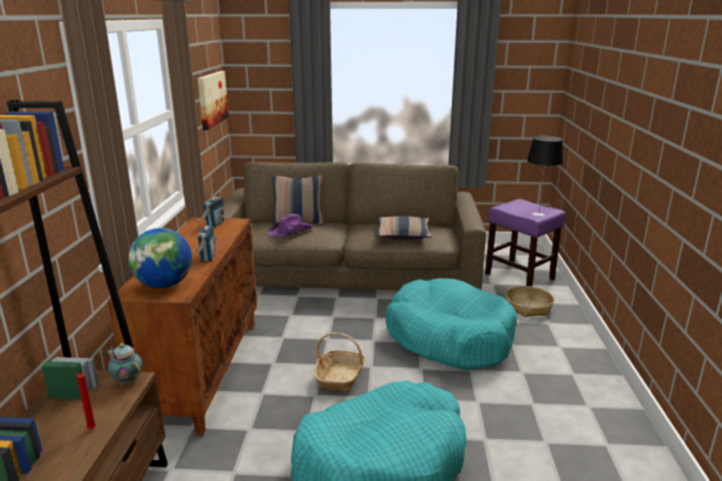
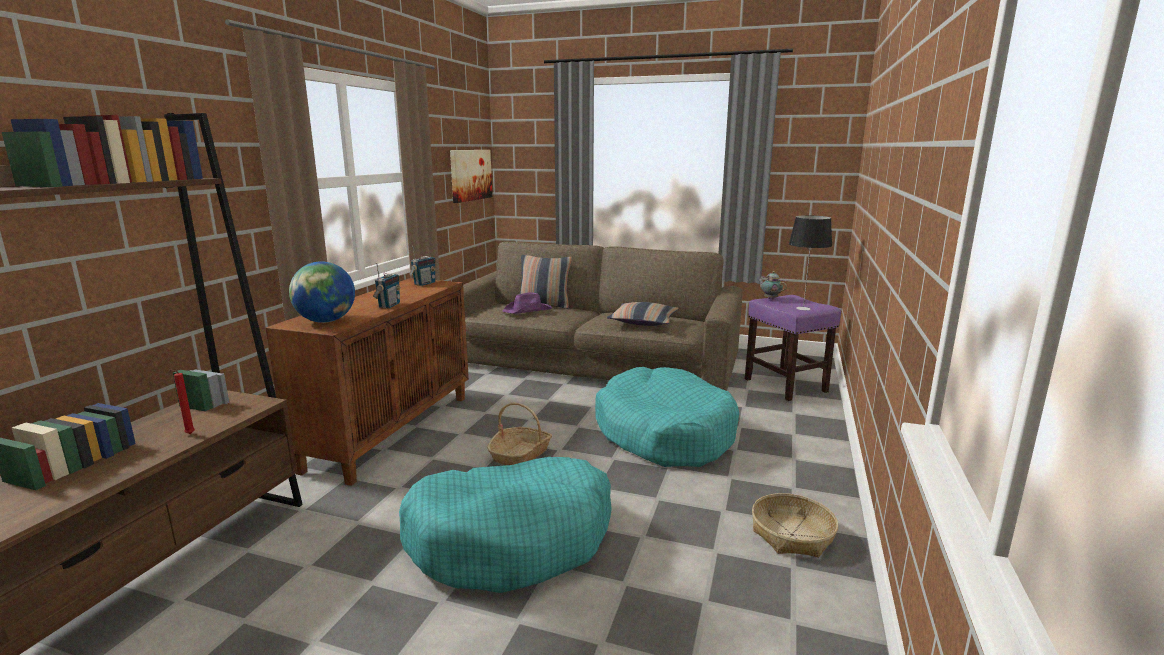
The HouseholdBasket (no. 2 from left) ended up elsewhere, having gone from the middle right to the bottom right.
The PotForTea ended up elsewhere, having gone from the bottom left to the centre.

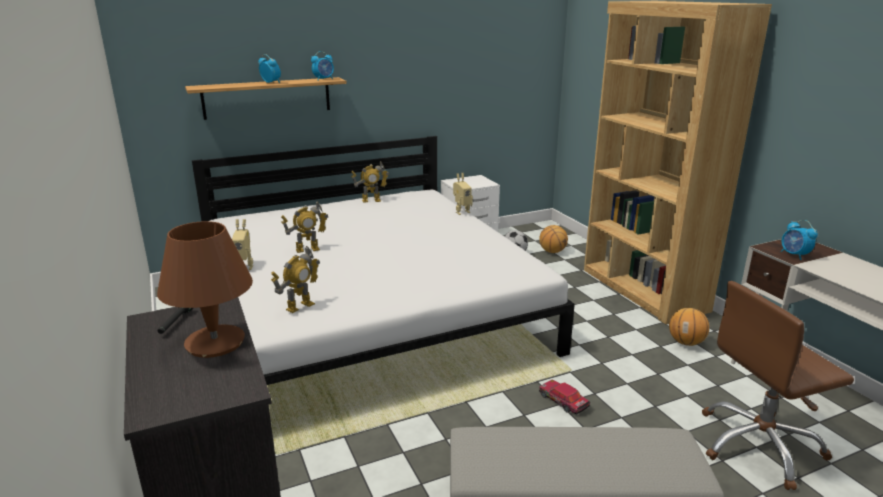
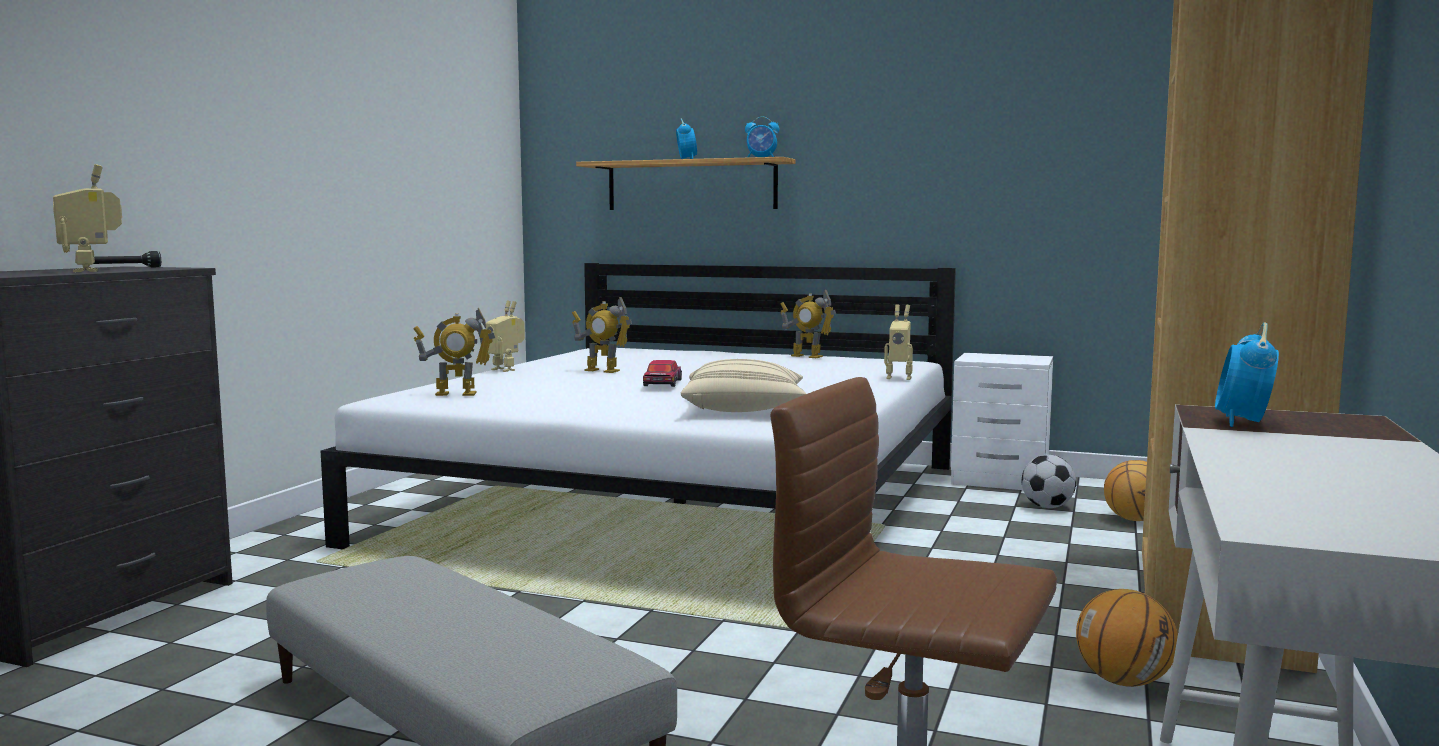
Where the BrownColouredTabletopLamp stood at the middle left, the RobotFigure (no. 1 from left) came to stand at the top left.
The ModelCar ended up elsewhere, having gone from the bottom centre to the centre.
The second view gained the BeigePillow at the centre.

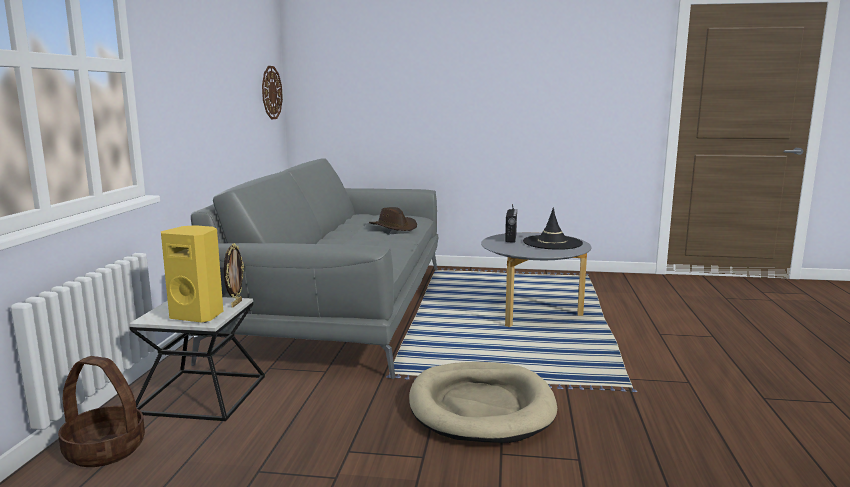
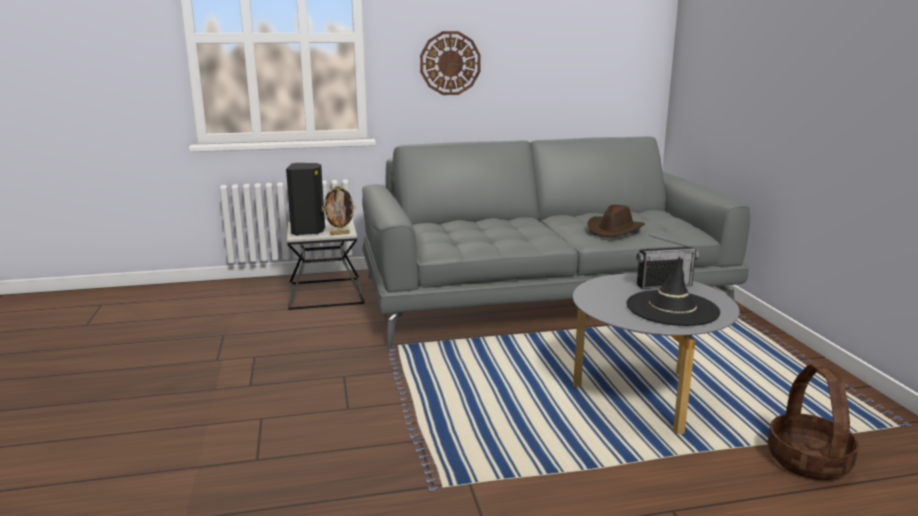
What was the YellowAudioSpeaker at the middle left turned into the BlackColouredAudioSpeaker at the middle left.
The ClockOnTheWall ended up elsewhere, having gone from the top left to the top centre.
The HouseholdBasket ended up elsewhere, having gone from the bottom left to the bottom right.
The second view lost the BeigeDogBed at the bottom centre.

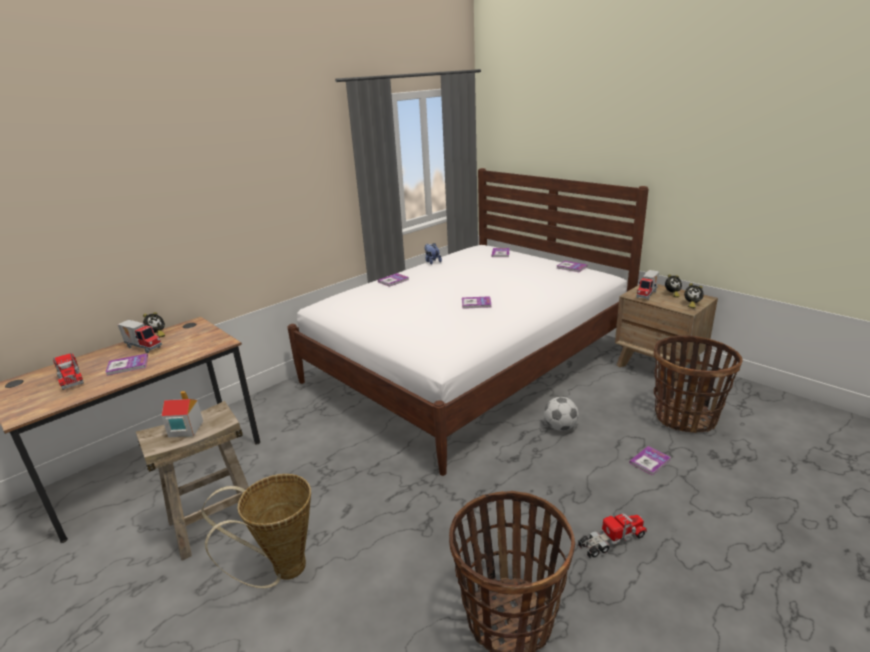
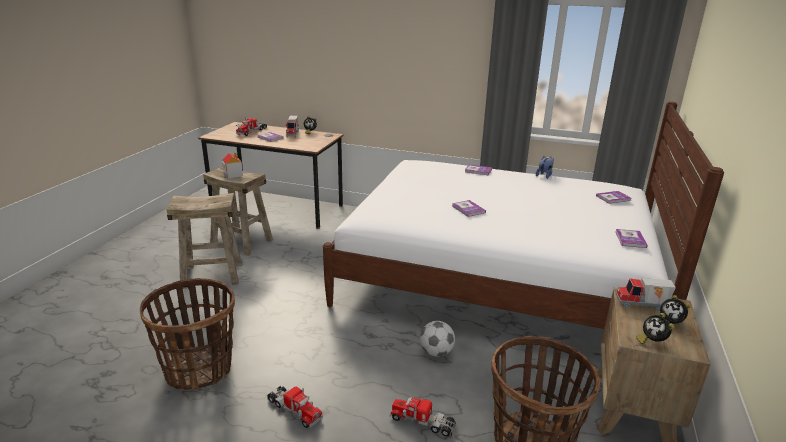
Where the HouseholdBasket (no. 1 from left) stood at the bottom left, the BeigeStool (no. 1 from left) came to stand at the middle left.
Where the BoundBook (no. 6 from left) stood at the bottom right, the ToyTruck (no. 4 from left) came to stand at the bottom centre.

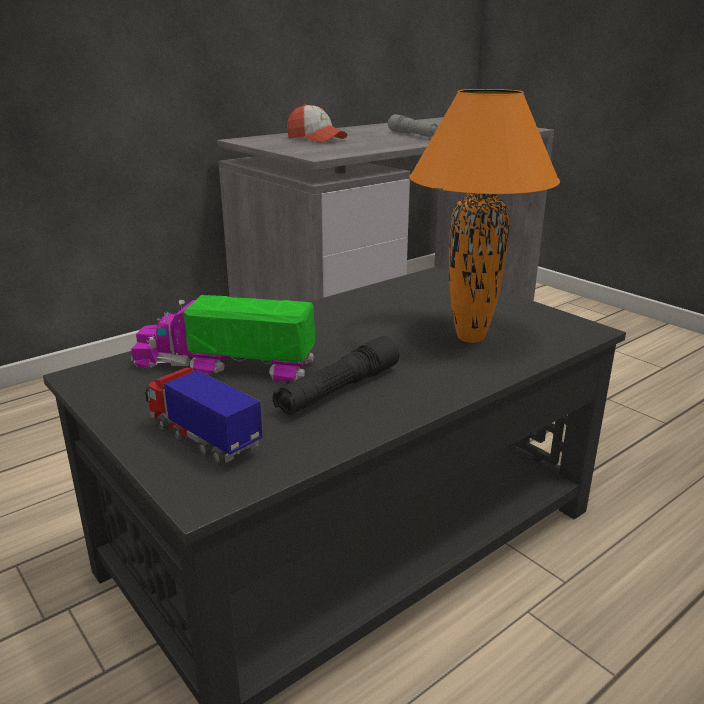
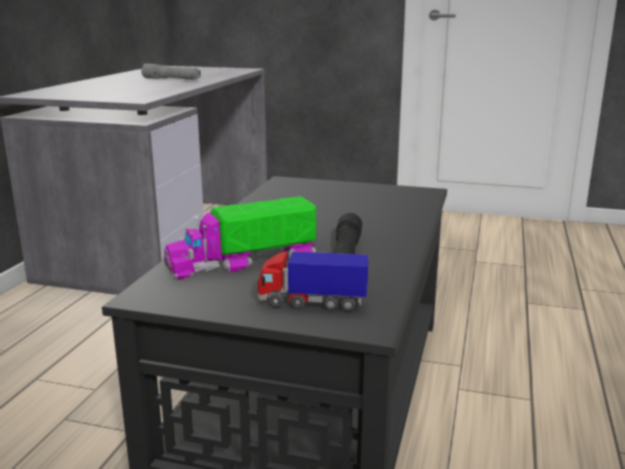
The second view lost the BaseballCap at the top centre.
The second view lost the OrangeColouredTabletopLamp at the top right.

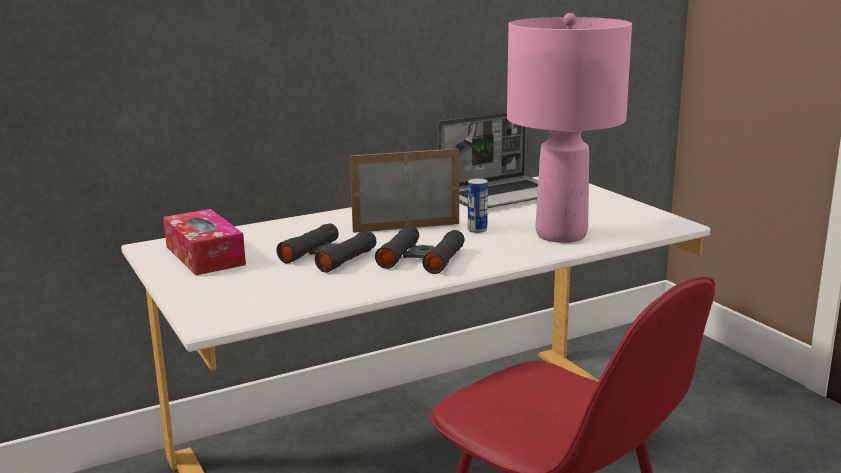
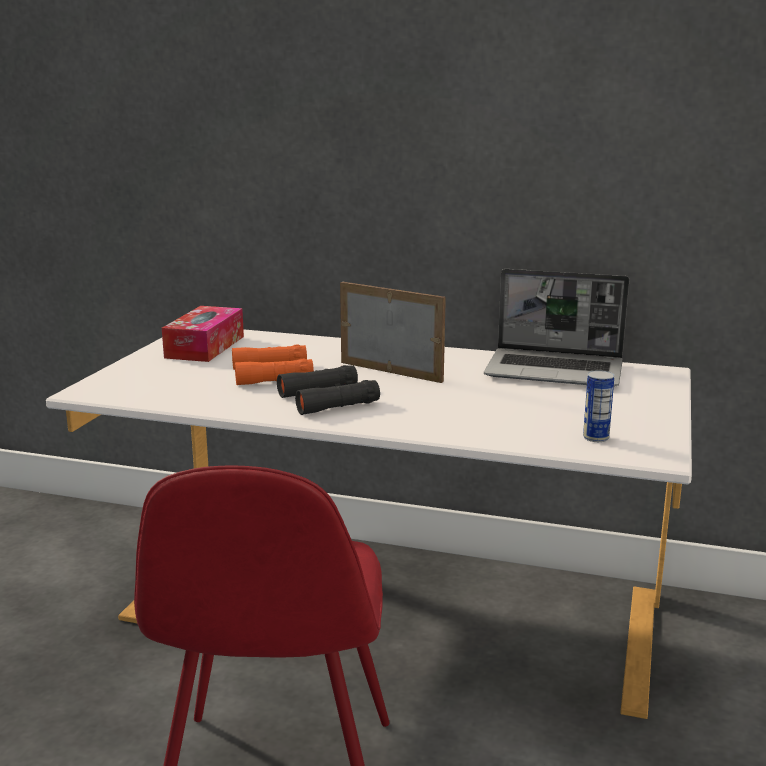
What was the BlackColouredPairOfBinoculars (no. 1 from left) at the centre turned into the OrangeColouredPairOfBinoculars at the centre.
The MetalCan ended up elsewhere, having gone from the centre to the middle right.
The second view lost the PinkishTabletopLamp at the top right.

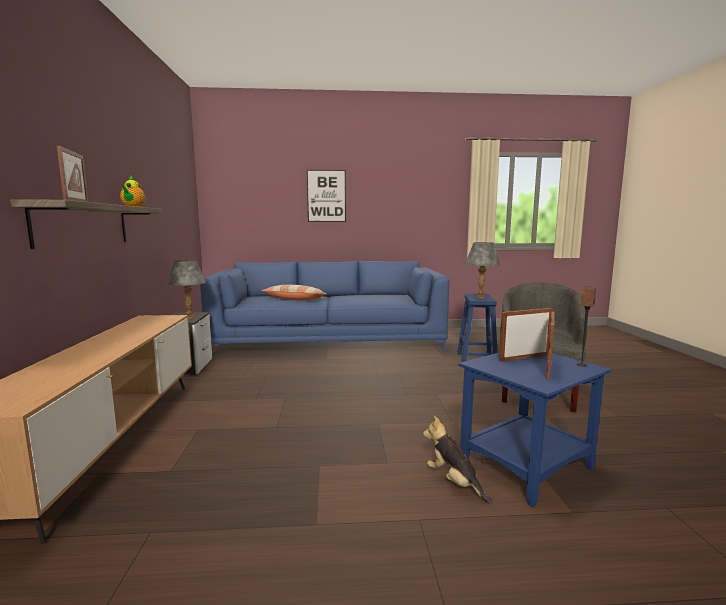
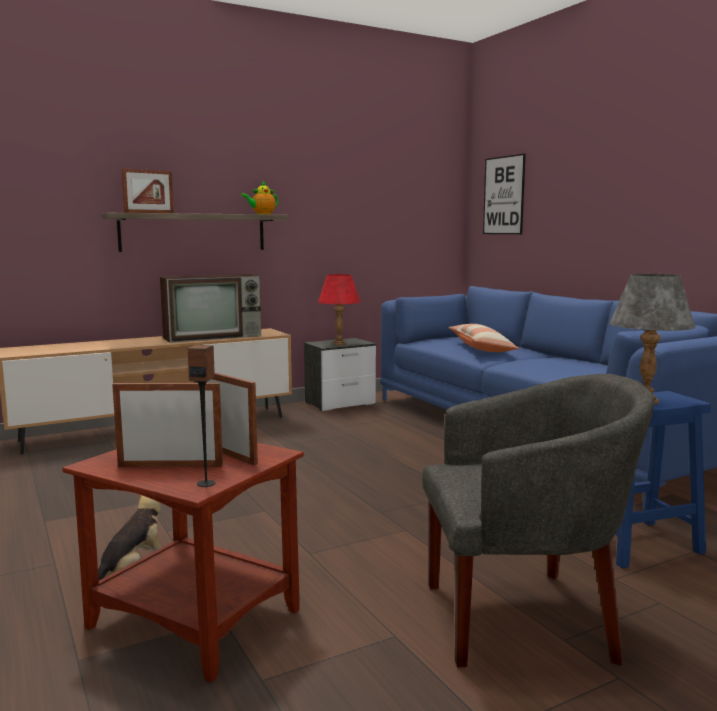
What was the BlueColouredSideTable at the bottom right turned into the BrownColouredSideTable at the bottom left.
The second view gained the Tv at the middle left.
What was the GrayTabletopLamp (no. 1 from left) at the middle left turned into the ReddishTabletopLamp at the centre.
The WallPicture ended up elsewhere, having gone from the top centre to the top right.

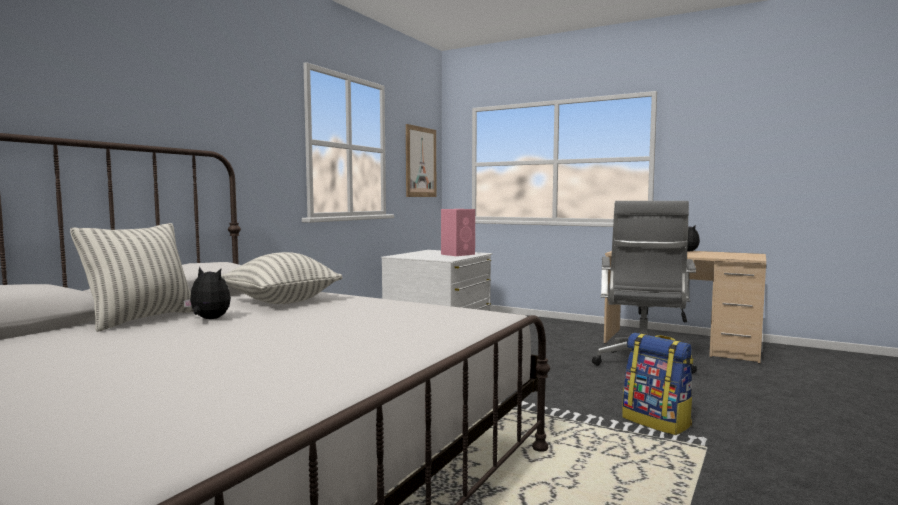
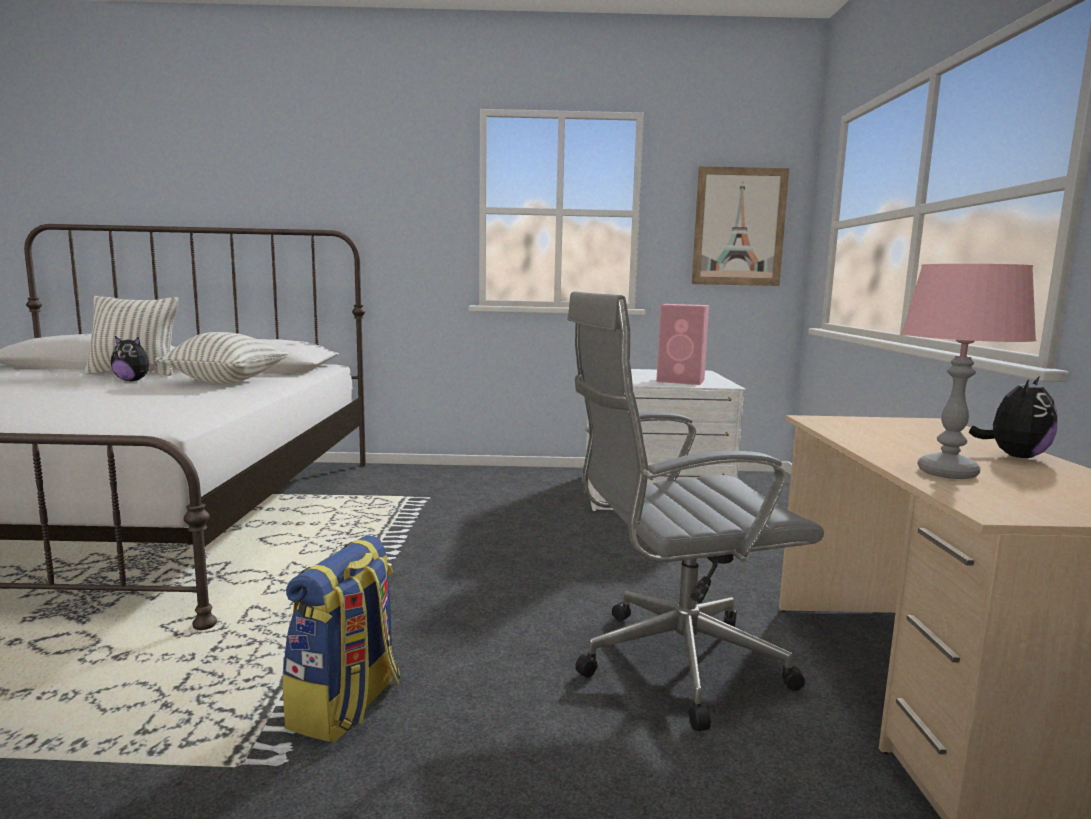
The PlushToy (no. 1 from left) at the middle left ended up facing another way, 105 degrees clockwise from before.
The second view gained the PinkishTabletopLamp at the middle right.

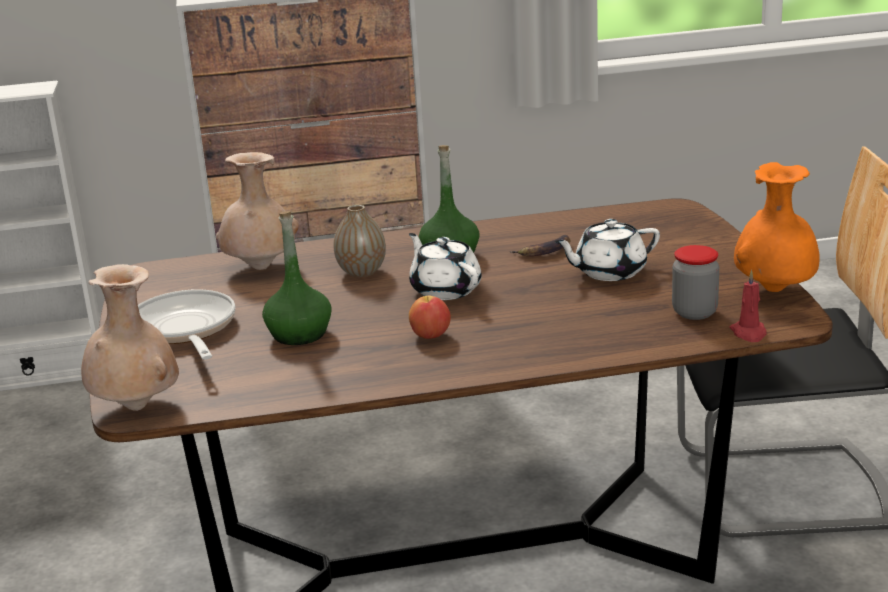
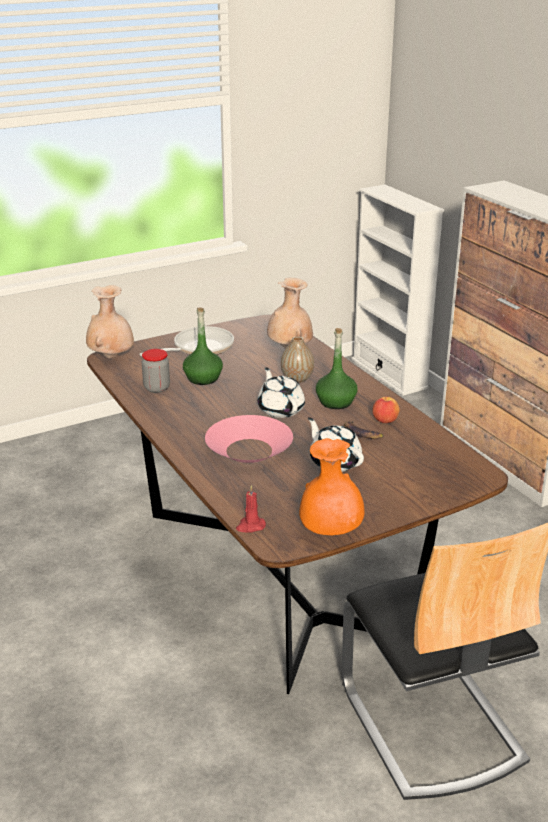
The PreserveJar ended up elsewhere, having gone from the middle right to the middle left.
The second view gained the PinkishServingBowl at the centre.
The WhiteColouredPotForTea (no. 1 from left) at the centre ended up facing another way, 60 degrees counterclockwise from before.
The WholeApple ended up elsewhere, having gone from the centre to the middle right.

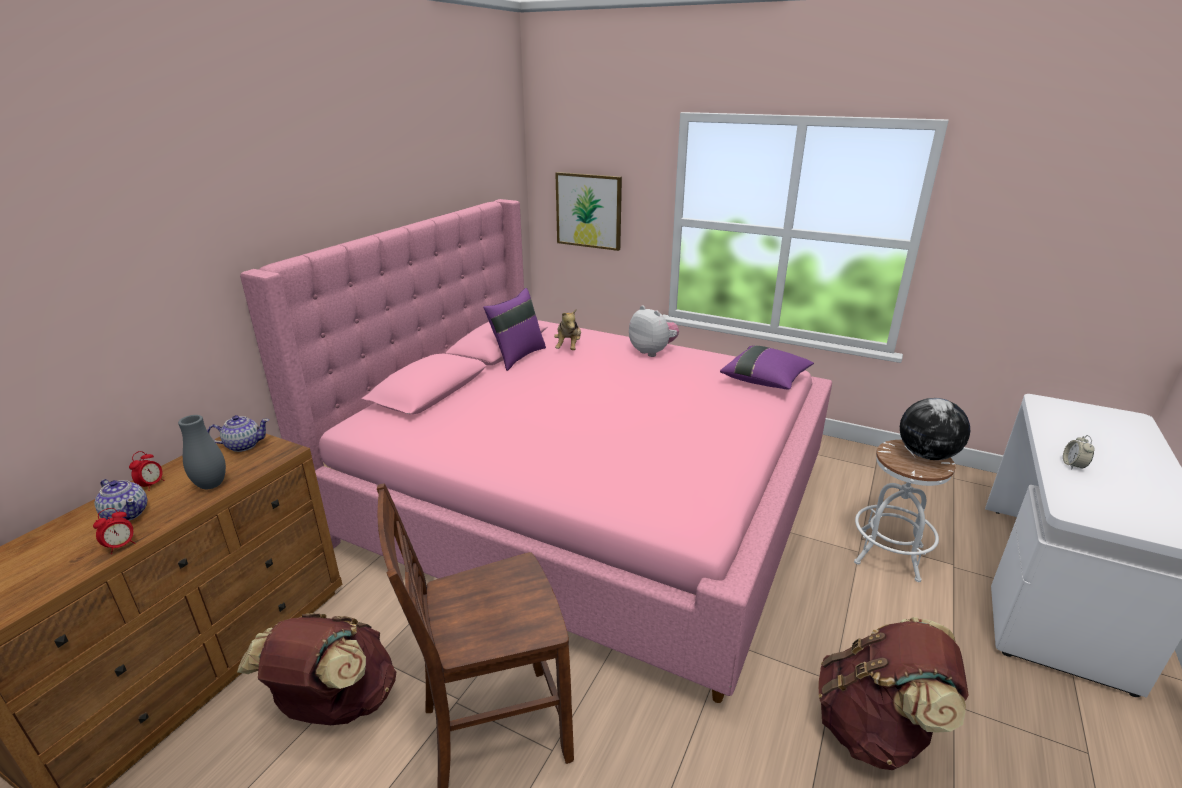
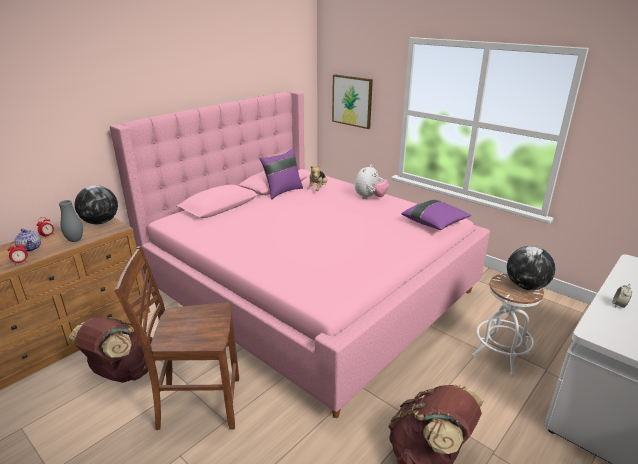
Where the PotForTea (no. 2 from left) stood at the middle left, the Globe (no. 1 from left) came to stand at the middle left.
The PlushToy (no. 2 from left) at the centre ended up facing another way, 60 degrees clockwise from before.

